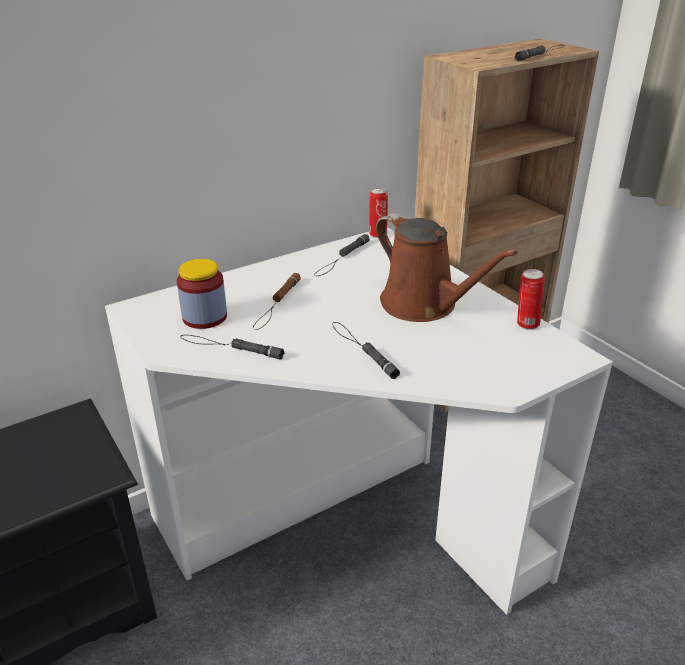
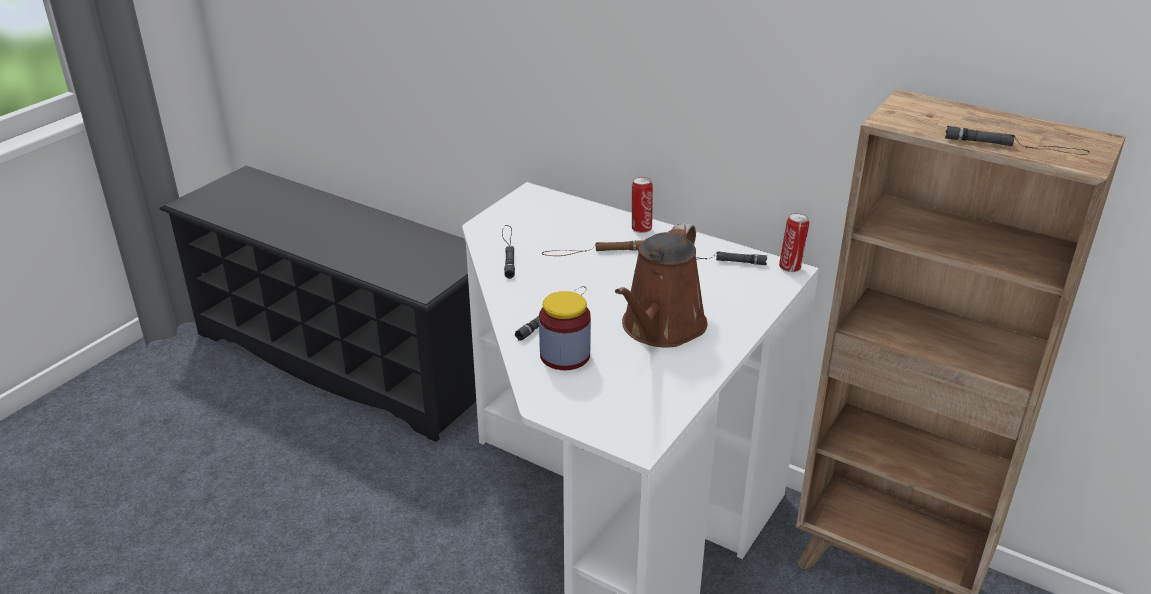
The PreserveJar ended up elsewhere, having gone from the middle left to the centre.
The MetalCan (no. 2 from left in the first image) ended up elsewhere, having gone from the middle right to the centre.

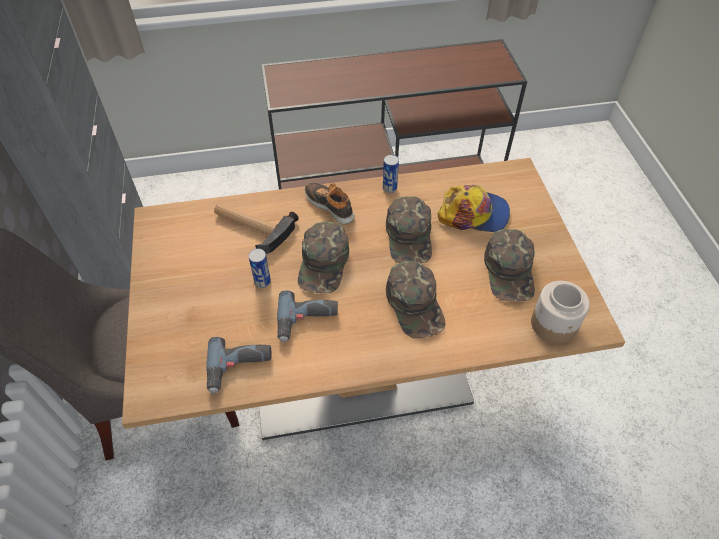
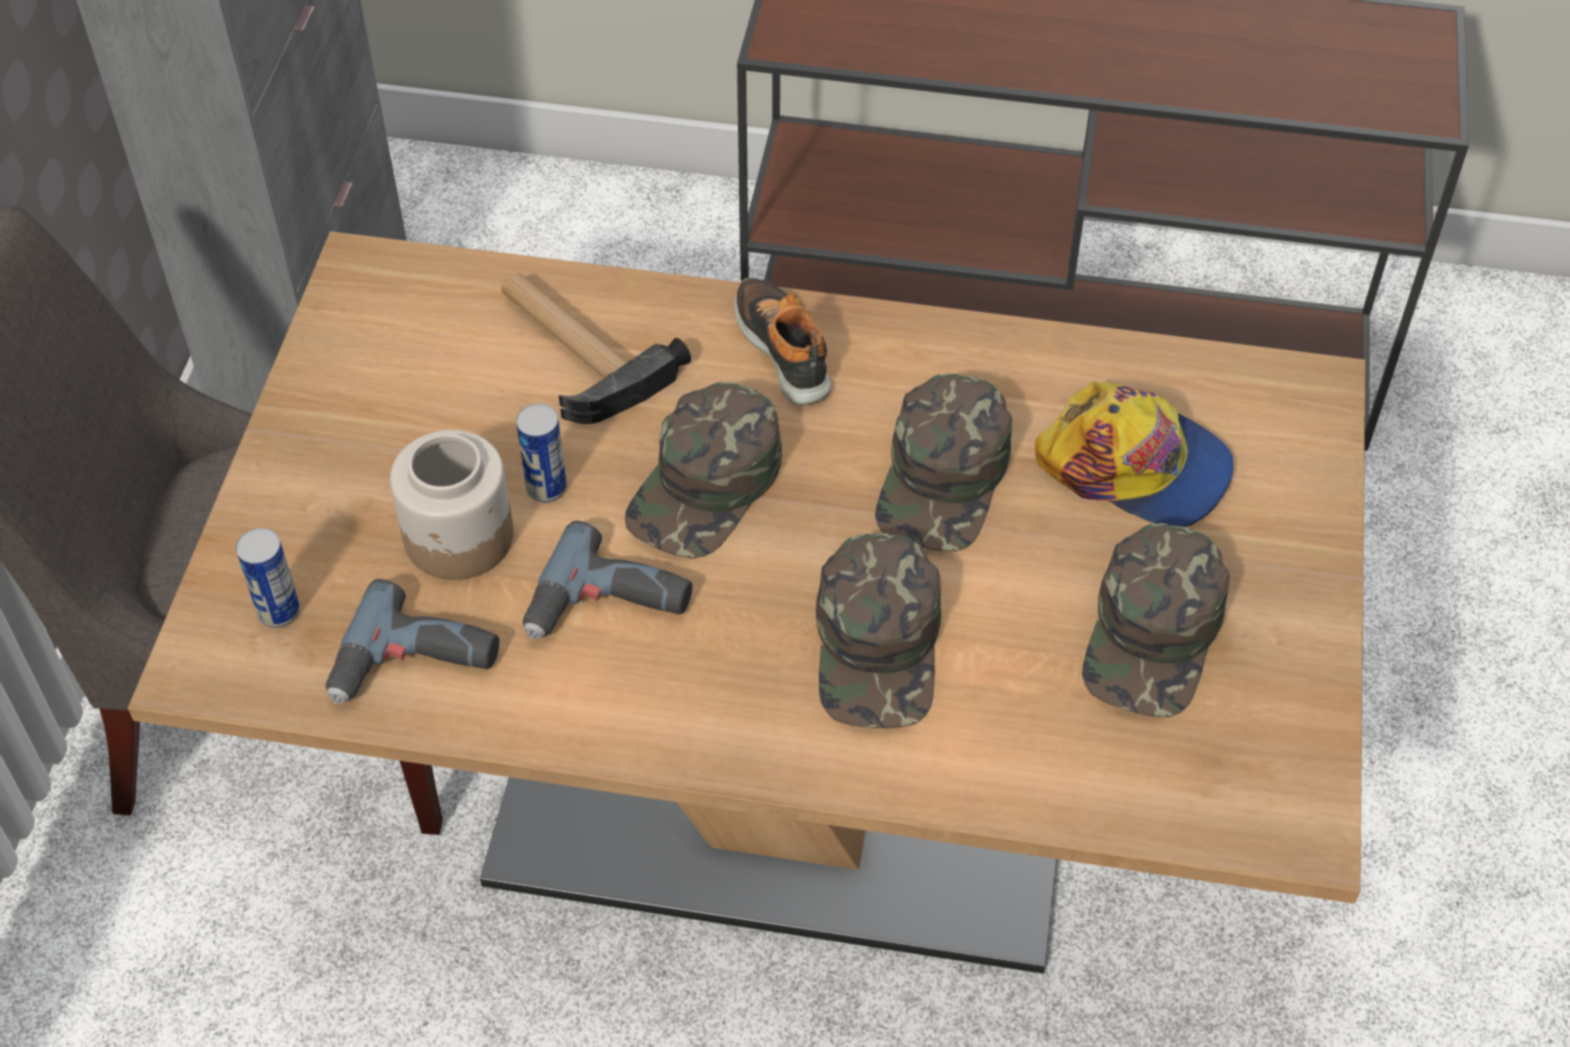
The MetalCan (no. 2 from left in the first image) ended up elsewhere, having gone from the top centre to the middle left.
The PreserveJar ended up elsewhere, having gone from the middle right to the middle left.

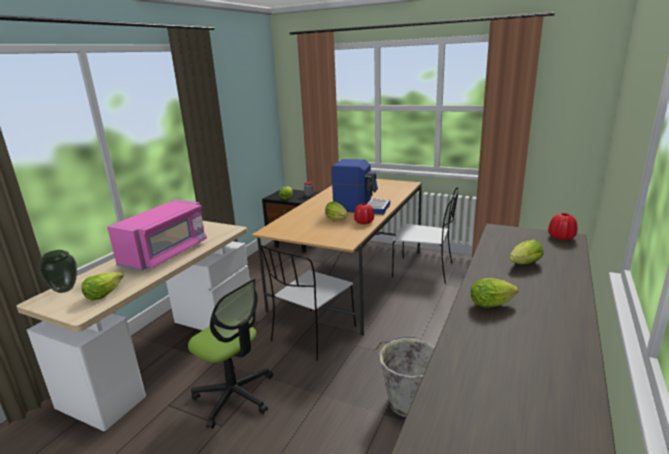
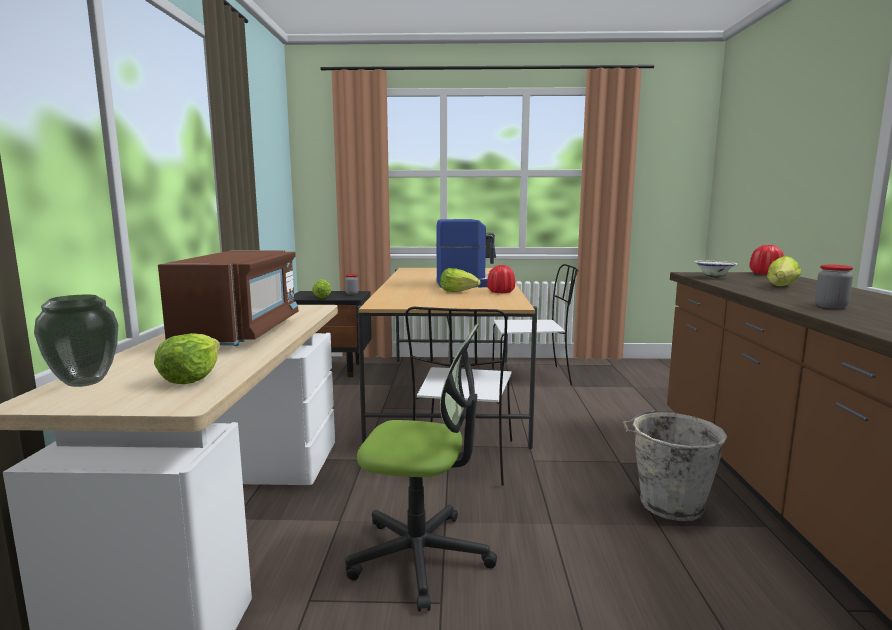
What was the PinkishMicrowaveOven at the middle left turned into the BrownColouredMicrowaveOven at the middle left.
The second view gained the WhiteColouredServingBowl at the middle right.
Where the HeadOfLettuce (no. 4 from left) stood at the middle right, the PreserveJar (no. 2 from left) came to stand at the middle right.

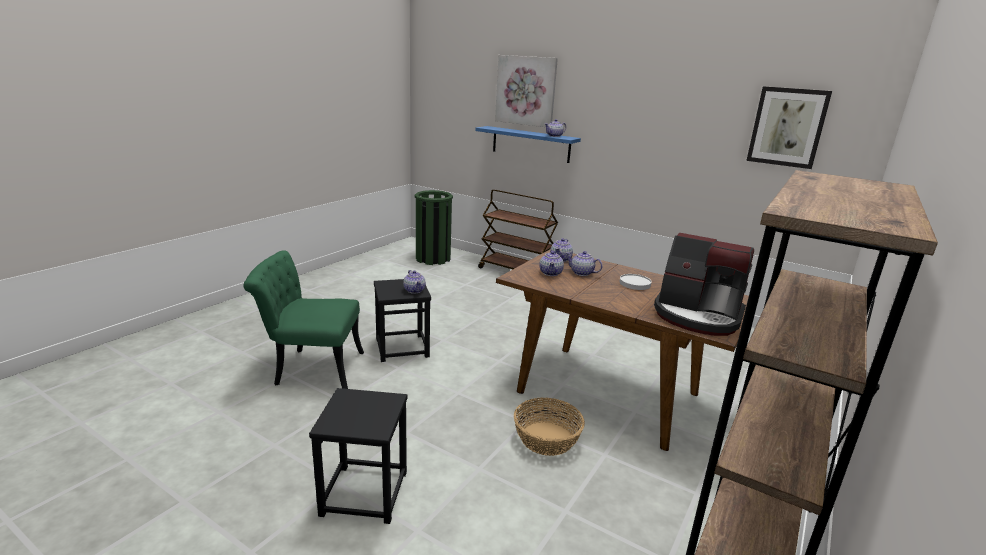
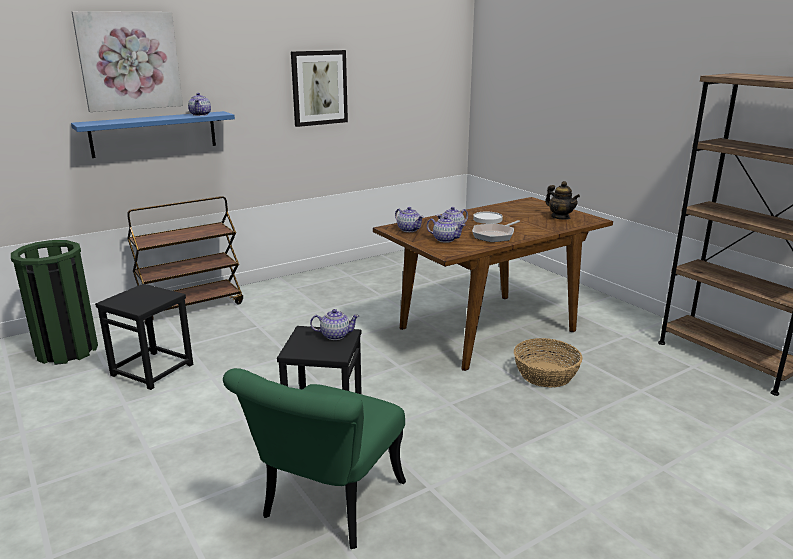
The BlackColouredStool (no. 1 from left) ended up elsewhere, having gone from the bottom centre to the middle left.
The WallPicture (no. 2 from left) ended up elsewhere, having gone from the top right to the top centre.
The second view gained the FryingPan at the centre.
Where the CoffeeMaker stood at the middle right, the PotForTea (no. 6 from left) came to stand at the middle right.

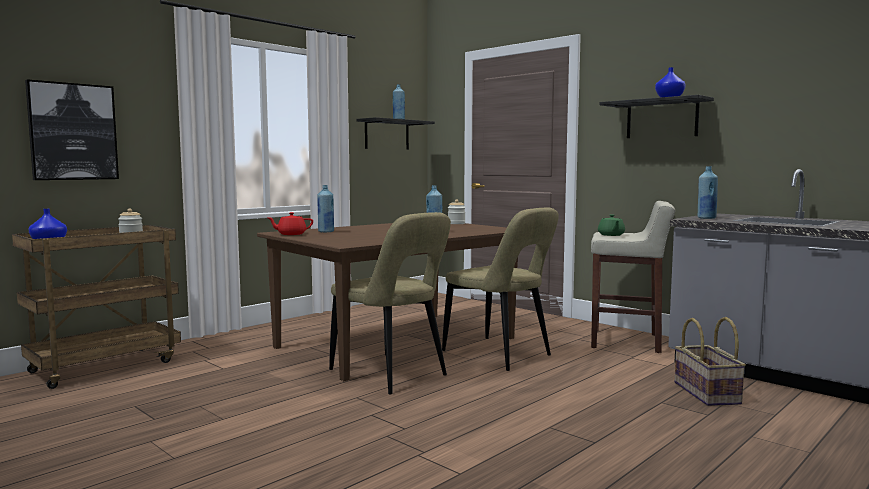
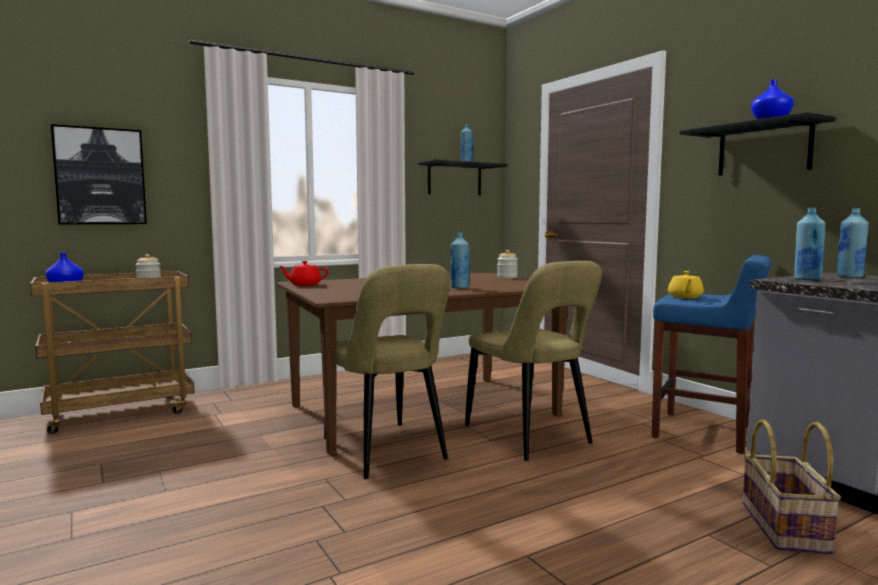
What was the BeigeStool at the middle right turned into the BlueColouredStool at the middle right.
What was the GreenishPotForTea at the middle right turned into the YellowPotForTea at the middle right.
The BlueColouredBeverageBottle (no. 1 from left in the first image) ended up elsewhere, having gone from the centre to the middle right.

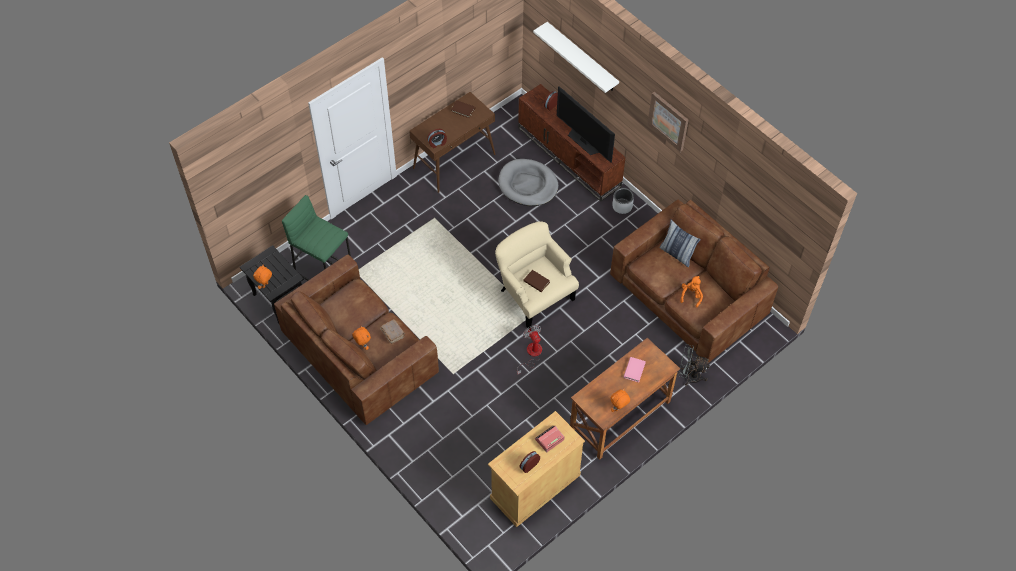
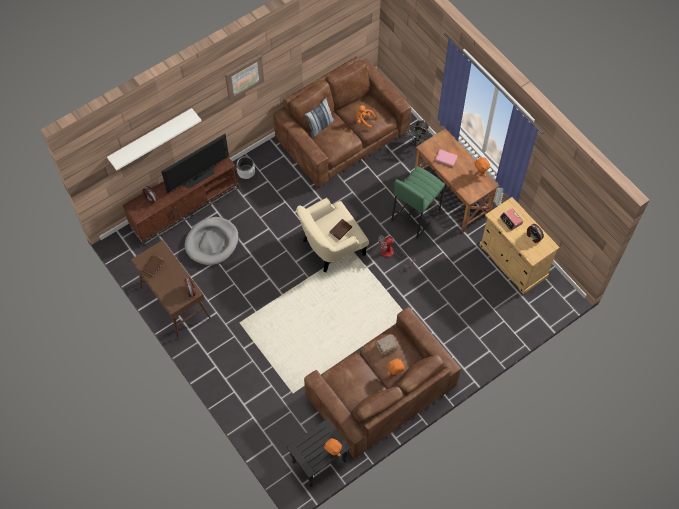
The GreenishStool ended up elsewhere, having gone from the middle left to the centre.

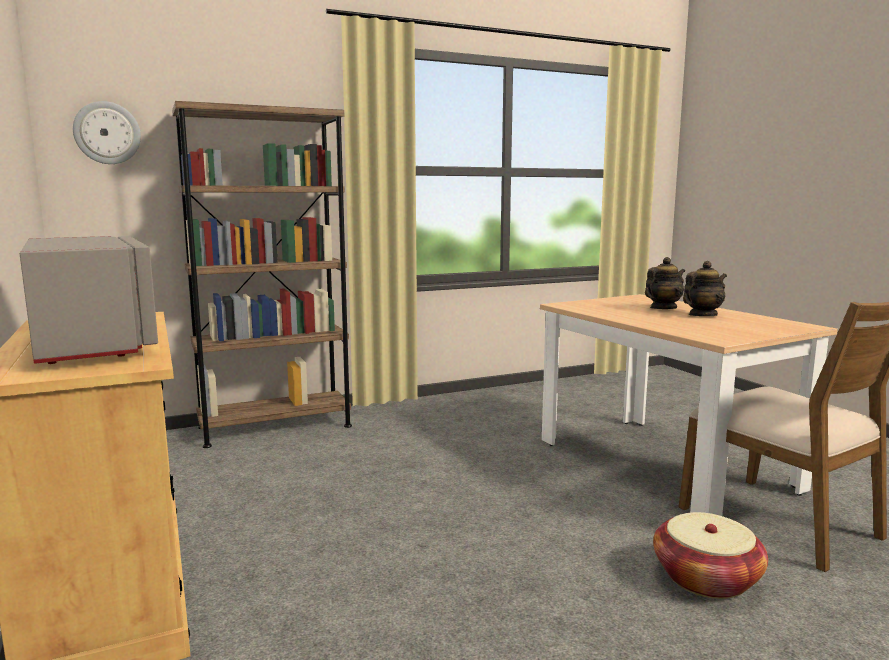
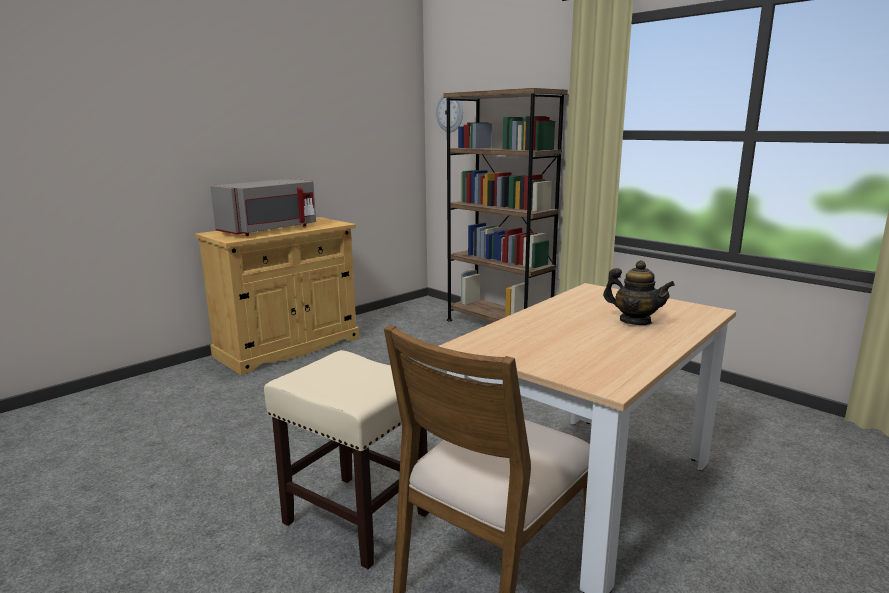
Where the HouseholdBasket stood at the bottom right, the BeigeStool came to stand at the bottom centre.
The second view lost the PotForTea (no. 2 from left) at the middle right.

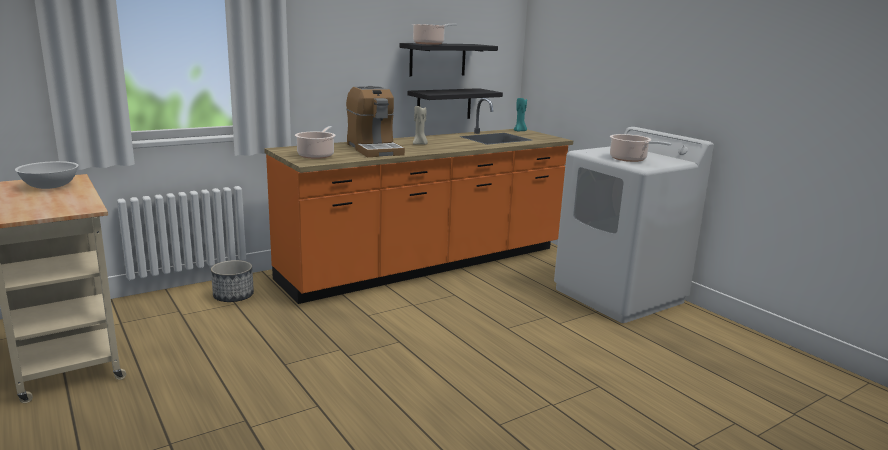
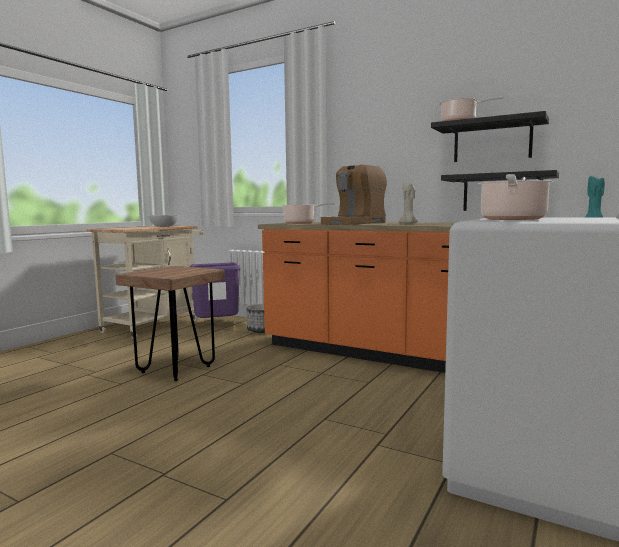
The second view gained the BrownColouredStool at the middle left.
The second view gained the PurpleColouredWasteBin at the centre.

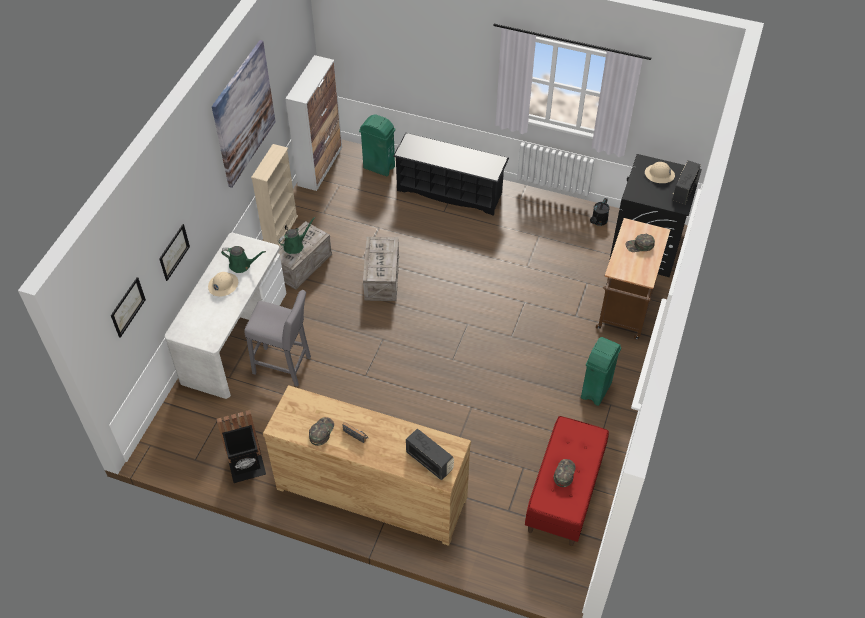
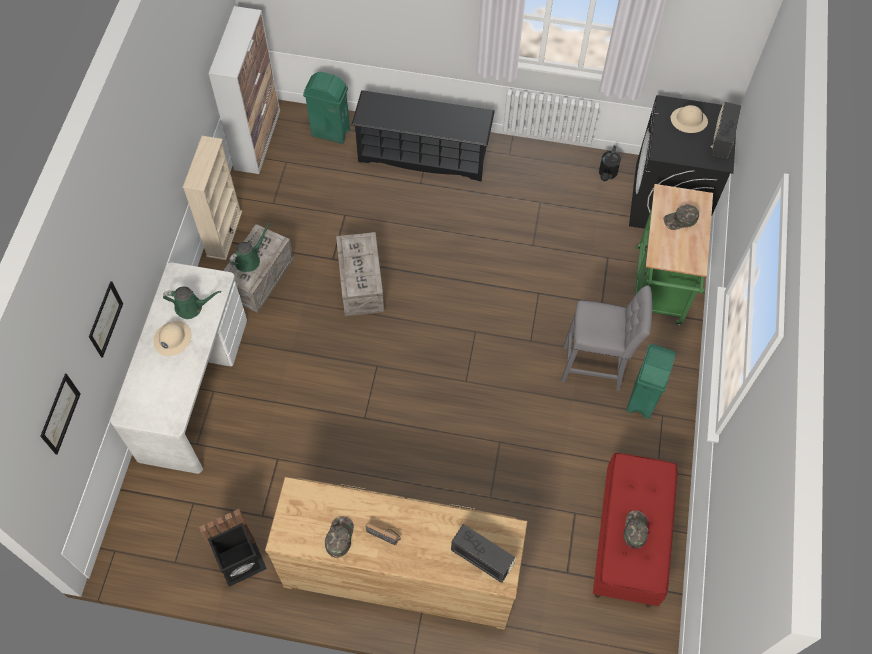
The GrayStool ended up elsewhere, having gone from the middle left to the middle right.
What was the BrownColouredWheeledCart at the middle right turned into the GreenishWheeledCart at the middle right.
The second view lost the WallPicture (no. 3 from left) at the top left.

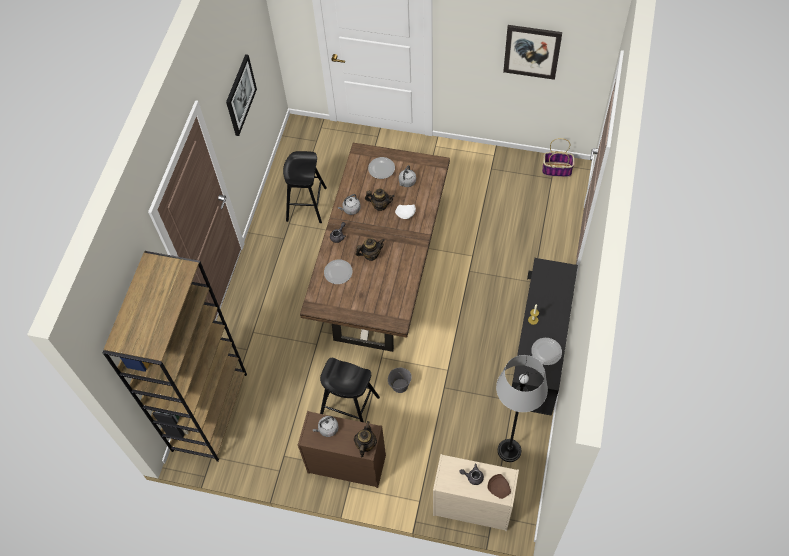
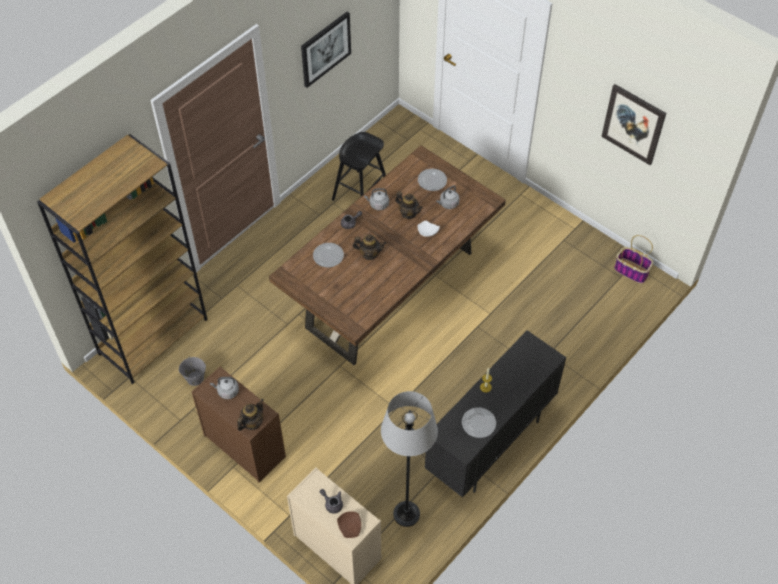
The GrayWaterBucket ended up elsewhere, having gone from the bottom centre to the middle left.
The second view lost the BlackColouredStool (no. 2 from left) at the bottom centre.

